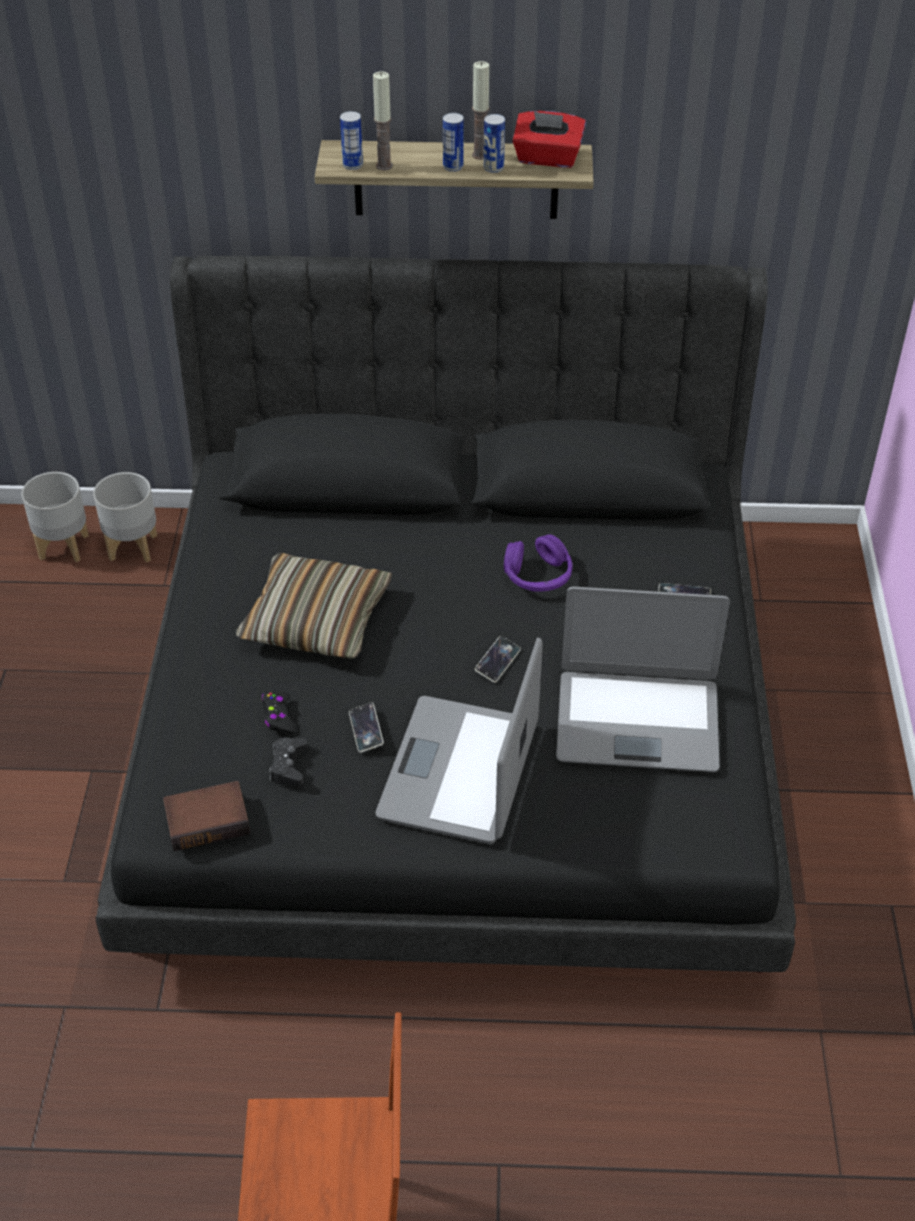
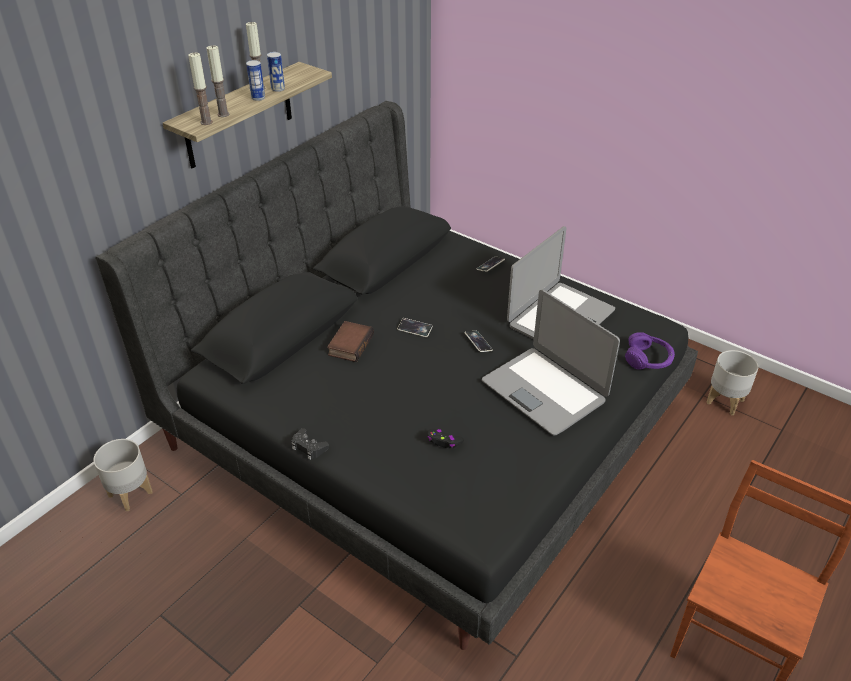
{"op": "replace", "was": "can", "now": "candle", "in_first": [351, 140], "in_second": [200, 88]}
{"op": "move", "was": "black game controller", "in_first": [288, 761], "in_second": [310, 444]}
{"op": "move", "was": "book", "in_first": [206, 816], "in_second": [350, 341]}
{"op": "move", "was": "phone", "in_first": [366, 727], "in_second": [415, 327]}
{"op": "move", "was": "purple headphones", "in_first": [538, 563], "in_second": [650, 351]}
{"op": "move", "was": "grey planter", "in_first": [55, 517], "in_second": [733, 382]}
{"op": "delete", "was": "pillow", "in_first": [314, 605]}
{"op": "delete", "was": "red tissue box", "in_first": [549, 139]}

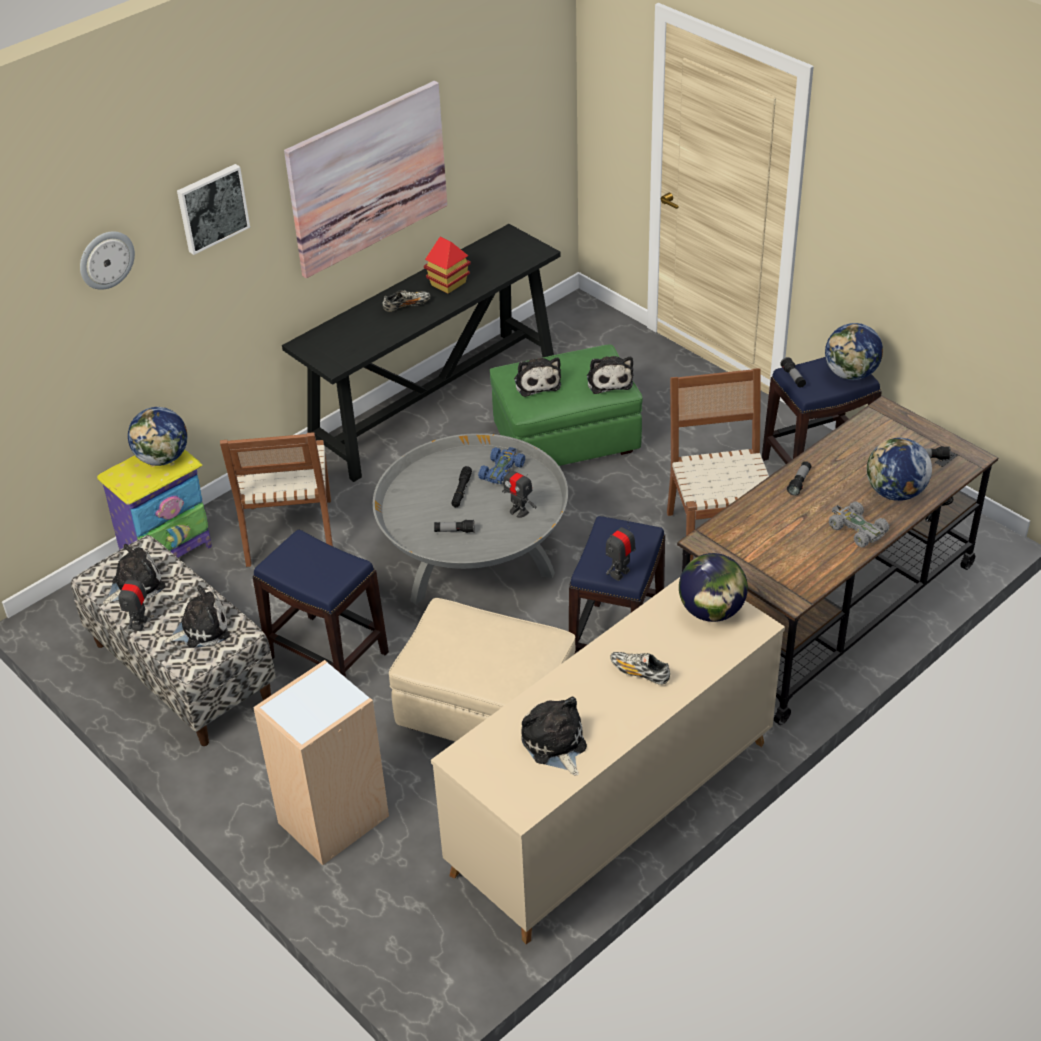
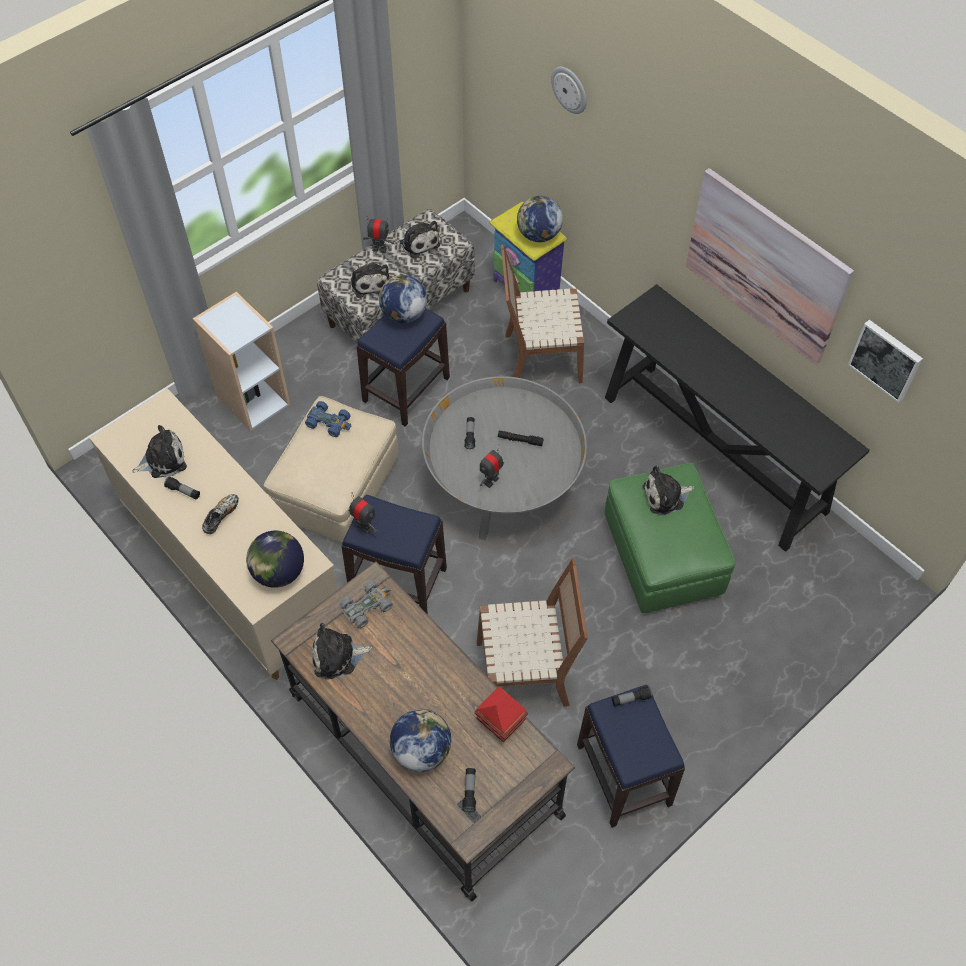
{"op": "move", "was": "flashlight", "in_first": [799, 478], "in_second": [182, 488]}
{"op": "move", "was": "blue toy car", "in_first": [501, 465], "in_second": [328, 419]}
{"op": "move", "was": "plush toy", "in_first": [610, 375], "in_second": [342, 651]}
{"op": "move", "was": "grey toy car", "in_first": [859, 525], "in_second": [366, 604]}
{"op": "move", "was": "globe", "in_first": [854, 351], "in_second": [402, 299]}
{"op": "move", "was": "toy house", "in_first": [447, 265], "in_second": [501, 714]}
{"op": "move", "was": "picture", "in_first": [213, 209], "in_second": [885, 361]}
{"op": "delete", "was": "shoe", "in_first": [406, 301]}

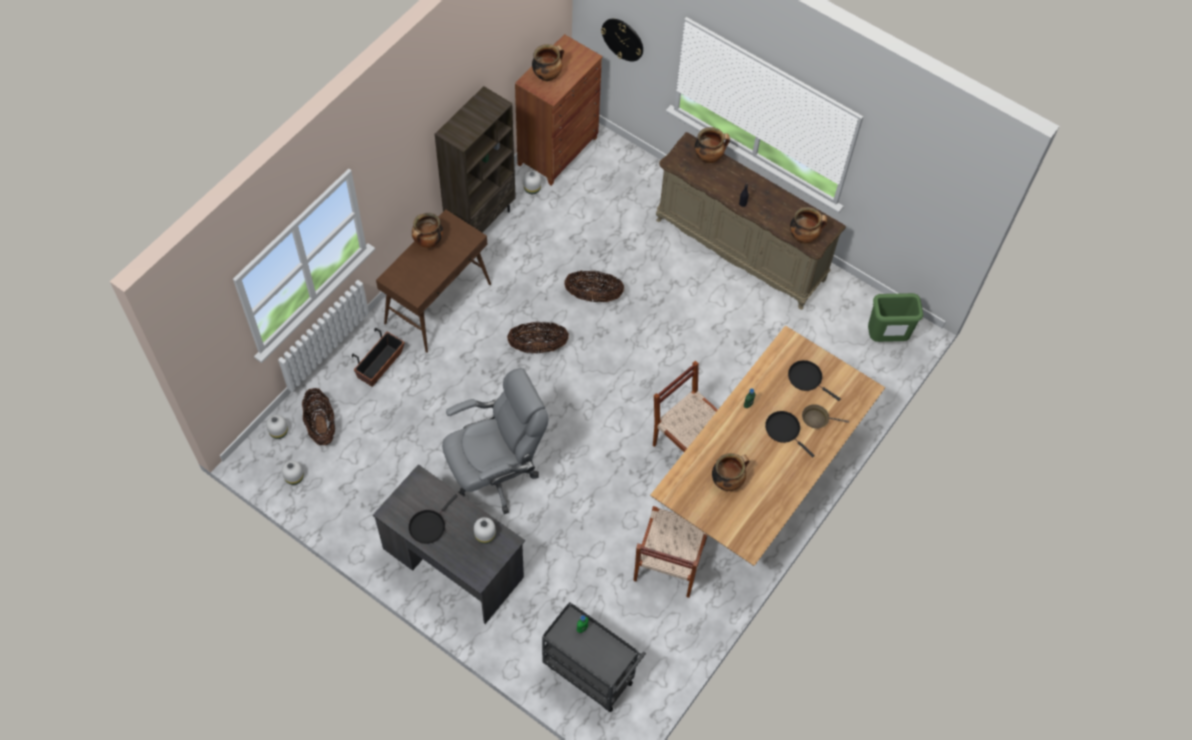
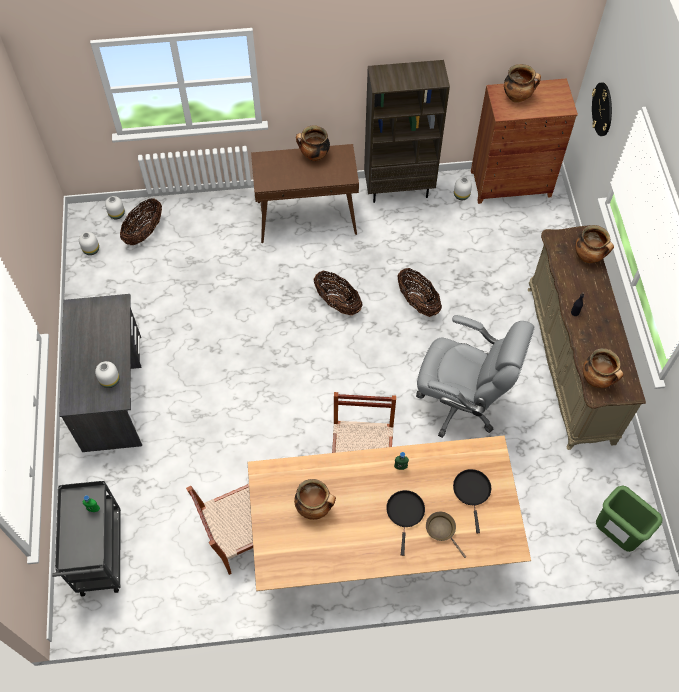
{"op": "move", "was": "grey office chair", "in_first": [495, 441], "in_second": [475, 376]}
{"op": "delete", "was": "planter", "in_first": [378, 357]}
{"op": "delete", "was": "black frying pan", "in_first": [433, 519]}

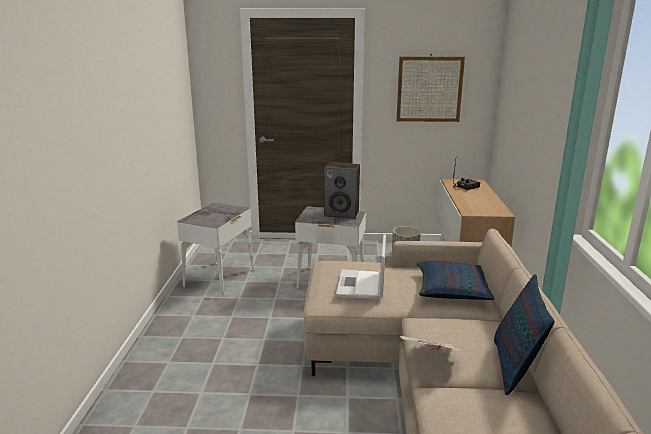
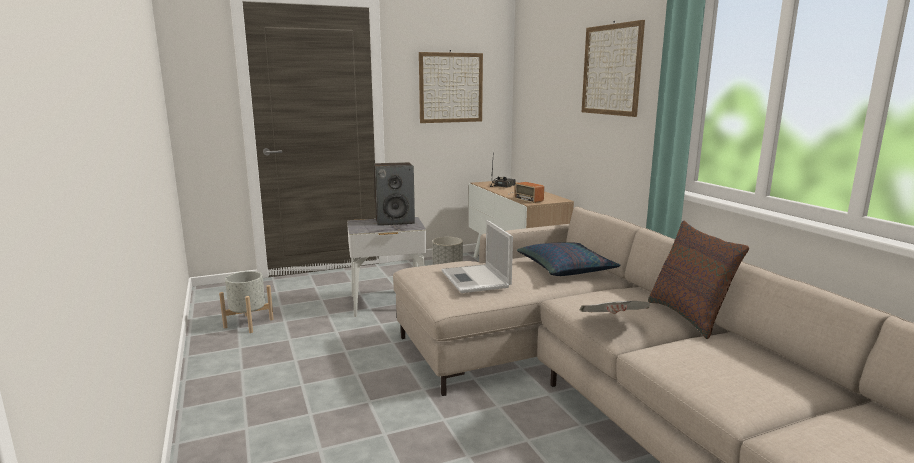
{"op": "replace", "was": "side table", "now": "grey planter", "in_first": [215, 249], "in_second": [246, 302]}
{"op": "insert", "now": "radio", "in_second": [526, 192]}
{"op": "insert", "now": "picture", "in_second": [613, 68]}
{"op": "recolor", "was": "blue pillow", "now": "brown pillow", "in_first": [524, 334], "in_second": [698, 280]}

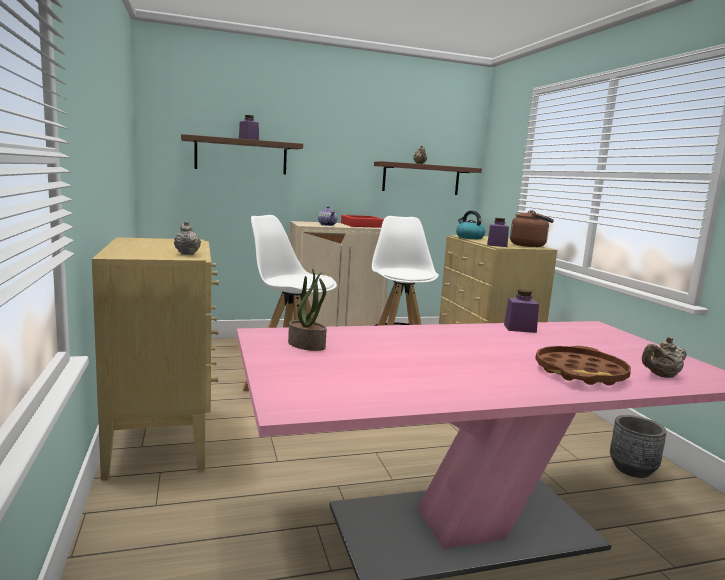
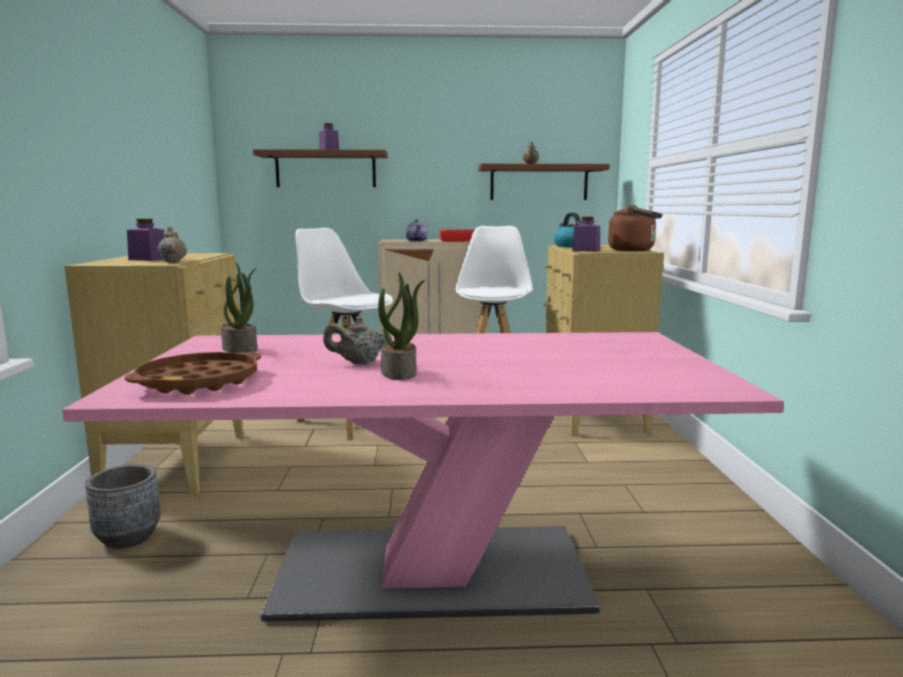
{"op": "move", "was": "grey planter", "in_first": [638, 446], "in_second": [123, 506]}
{"op": "move", "was": "brown tray", "in_first": [583, 365], "in_second": [193, 373]}
{"op": "move", "was": "purple jar", "in_first": [521, 311], "in_second": [145, 240]}
{"op": "move", "was": "beige teapot", "in_first": [664, 357], "in_second": [357, 340]}
{"op": "insert", "now": "potted plant", "in_second": [401, 326]}

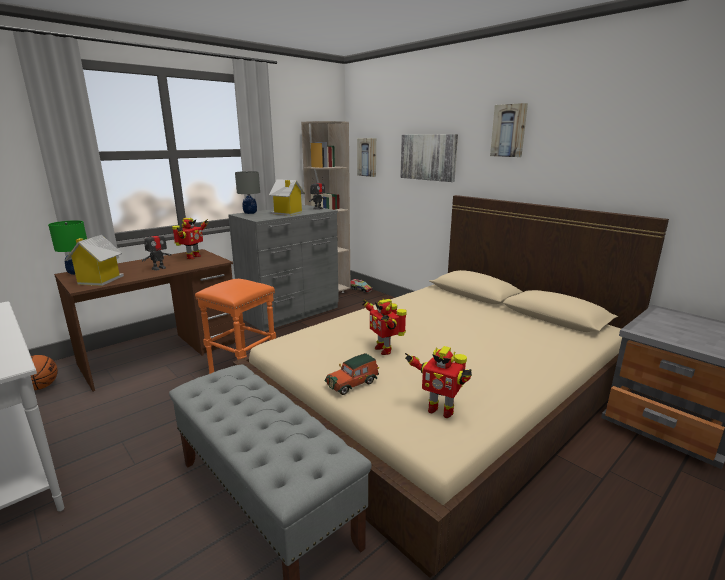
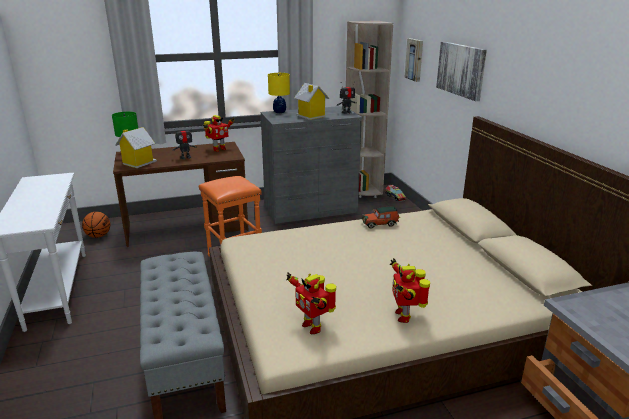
{"op": "recolor", "was": "grey table lamp", "now": "yellow table lamp", "in_first": [247, 192], "in_second": [279, 93]}
{"op": "move", "was": "toy car", "in_first": [352, 374], "in_second": [381, 217]}
{"op": "move", "was": "toy robot", "in_first": [385, 327], "in_second": [409, 290]}
{"op": "delete", "was": "picture", "in_first": [509, 130]}

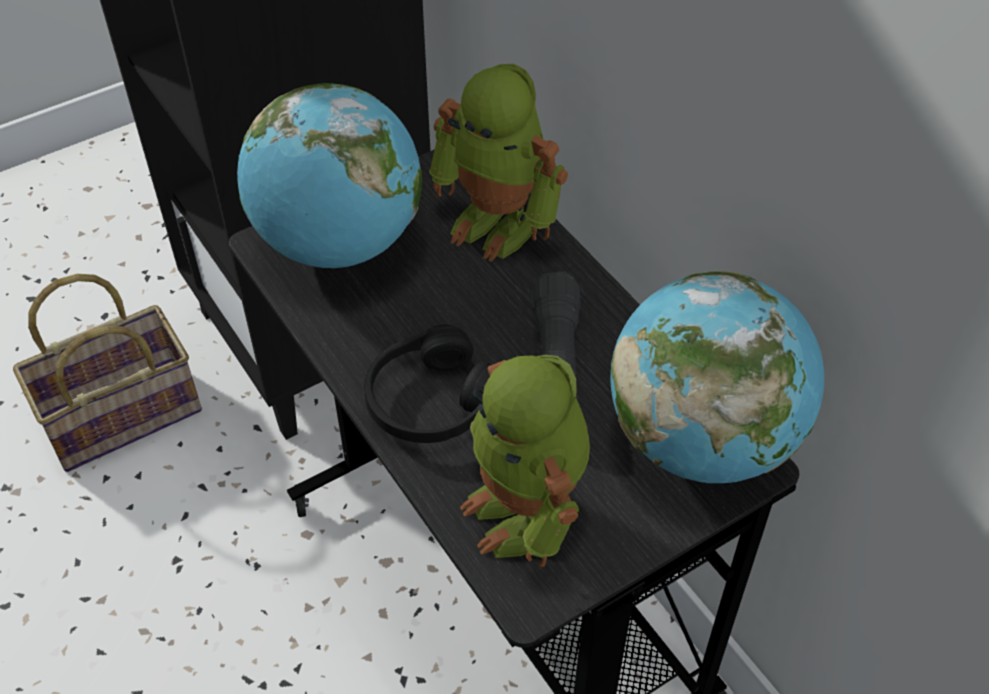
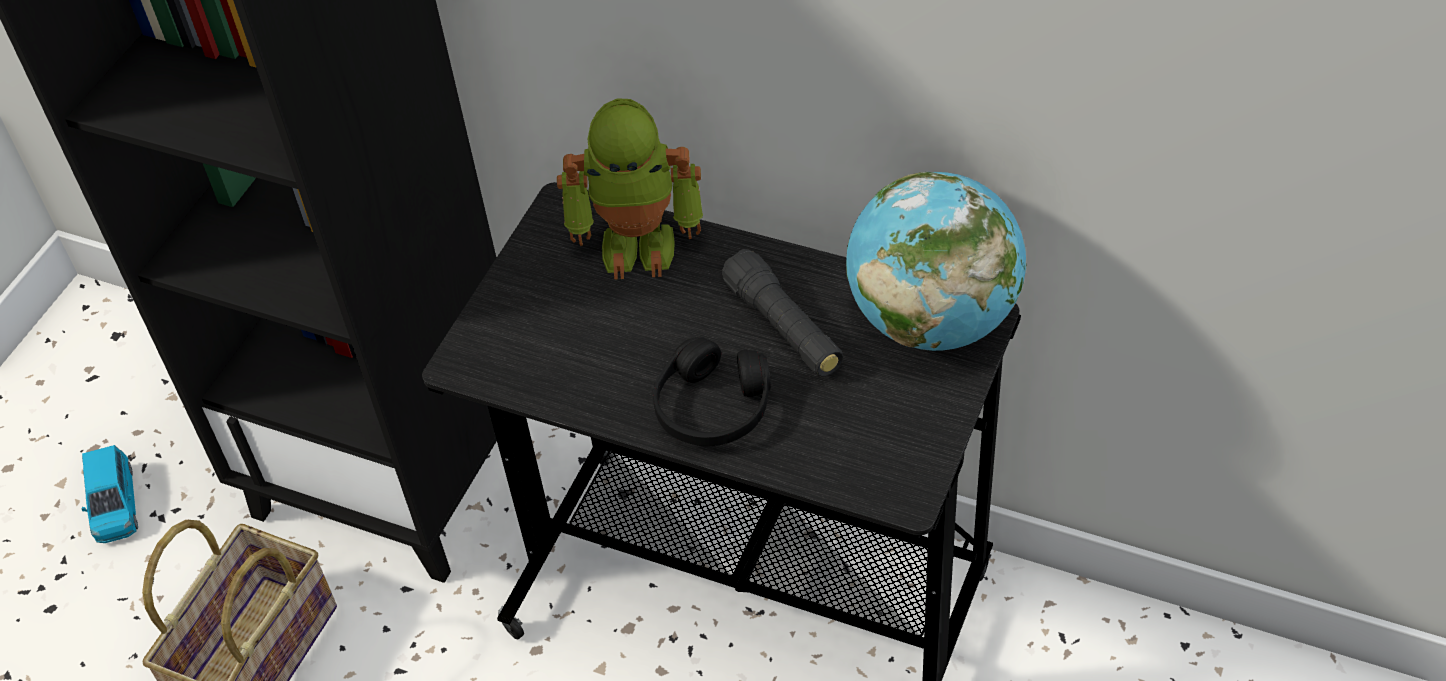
{"op": "insert", "now": "blue toy car", "in_second": [109, 494]}
{"op": "delete", "was": "globe", "in_first": [329, 175]}
{"op": "delete", "was": "toy robot", "in_first": [525, 461]}

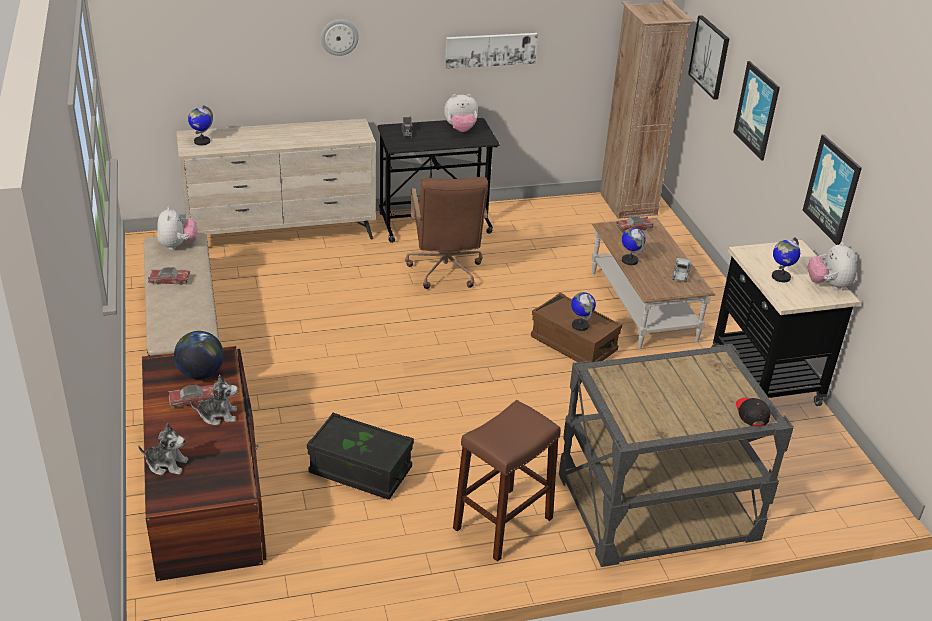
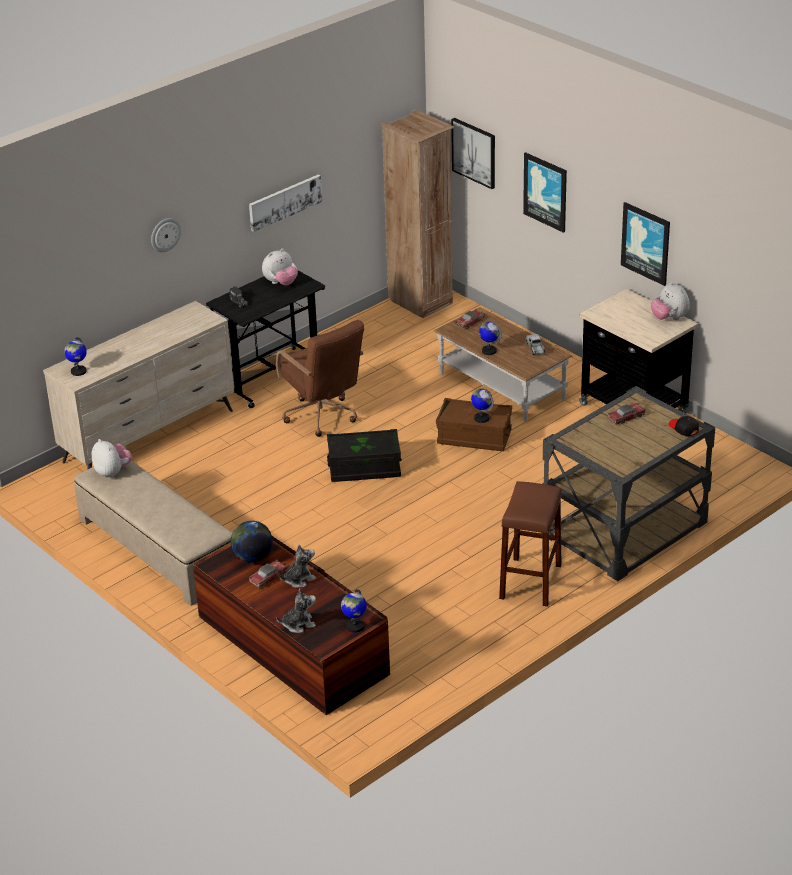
{"op": "move", "was": "black storage box", "in_first": [360, 456], "in_second": [364, 455]}
{"op": "move", "was": "globe", "in_first": [786, 259], "in_second": [354, 611]}
{"op": "move", "was": "toy car", "in_first": [169, 276], "in_second": [626, 414]}

